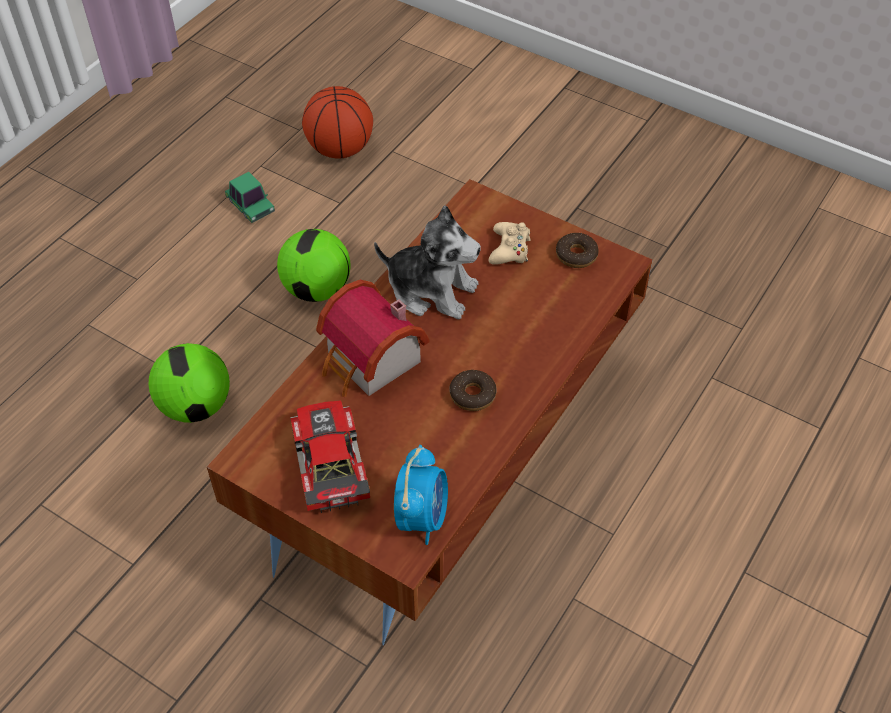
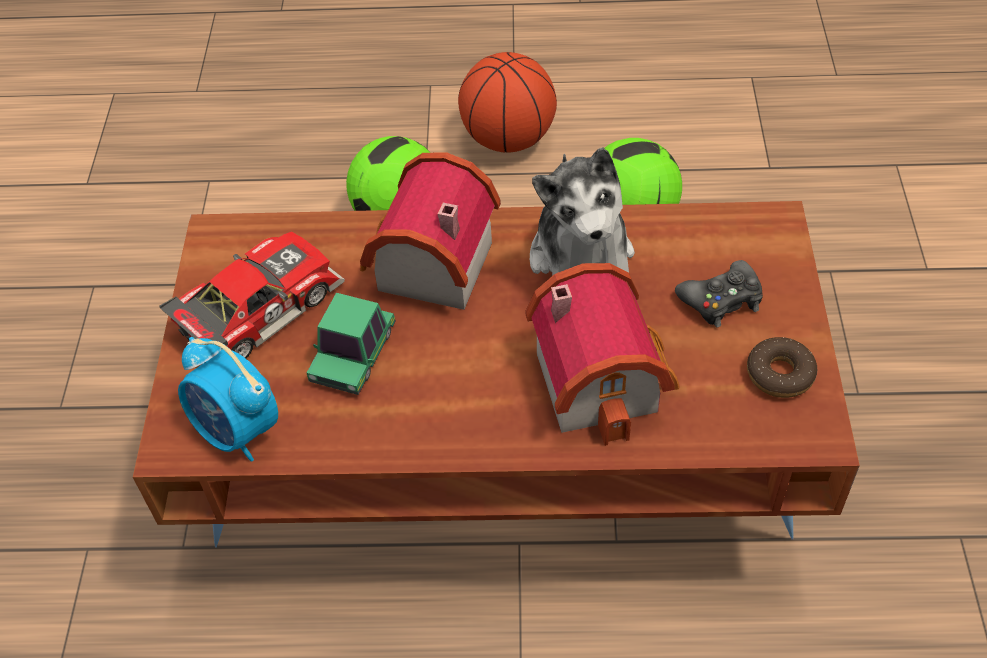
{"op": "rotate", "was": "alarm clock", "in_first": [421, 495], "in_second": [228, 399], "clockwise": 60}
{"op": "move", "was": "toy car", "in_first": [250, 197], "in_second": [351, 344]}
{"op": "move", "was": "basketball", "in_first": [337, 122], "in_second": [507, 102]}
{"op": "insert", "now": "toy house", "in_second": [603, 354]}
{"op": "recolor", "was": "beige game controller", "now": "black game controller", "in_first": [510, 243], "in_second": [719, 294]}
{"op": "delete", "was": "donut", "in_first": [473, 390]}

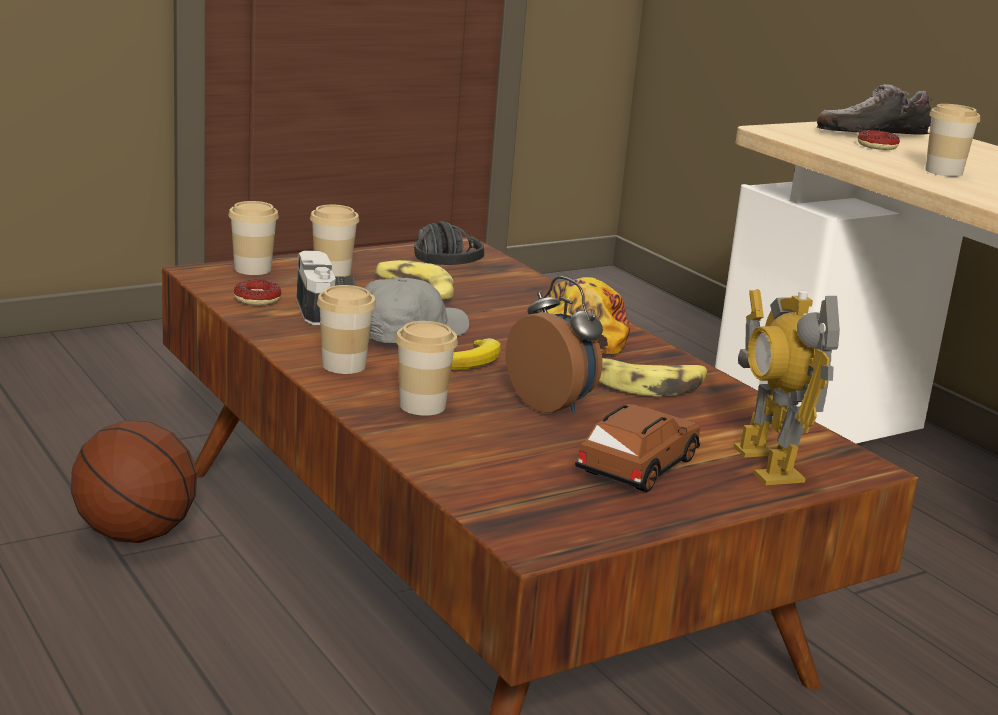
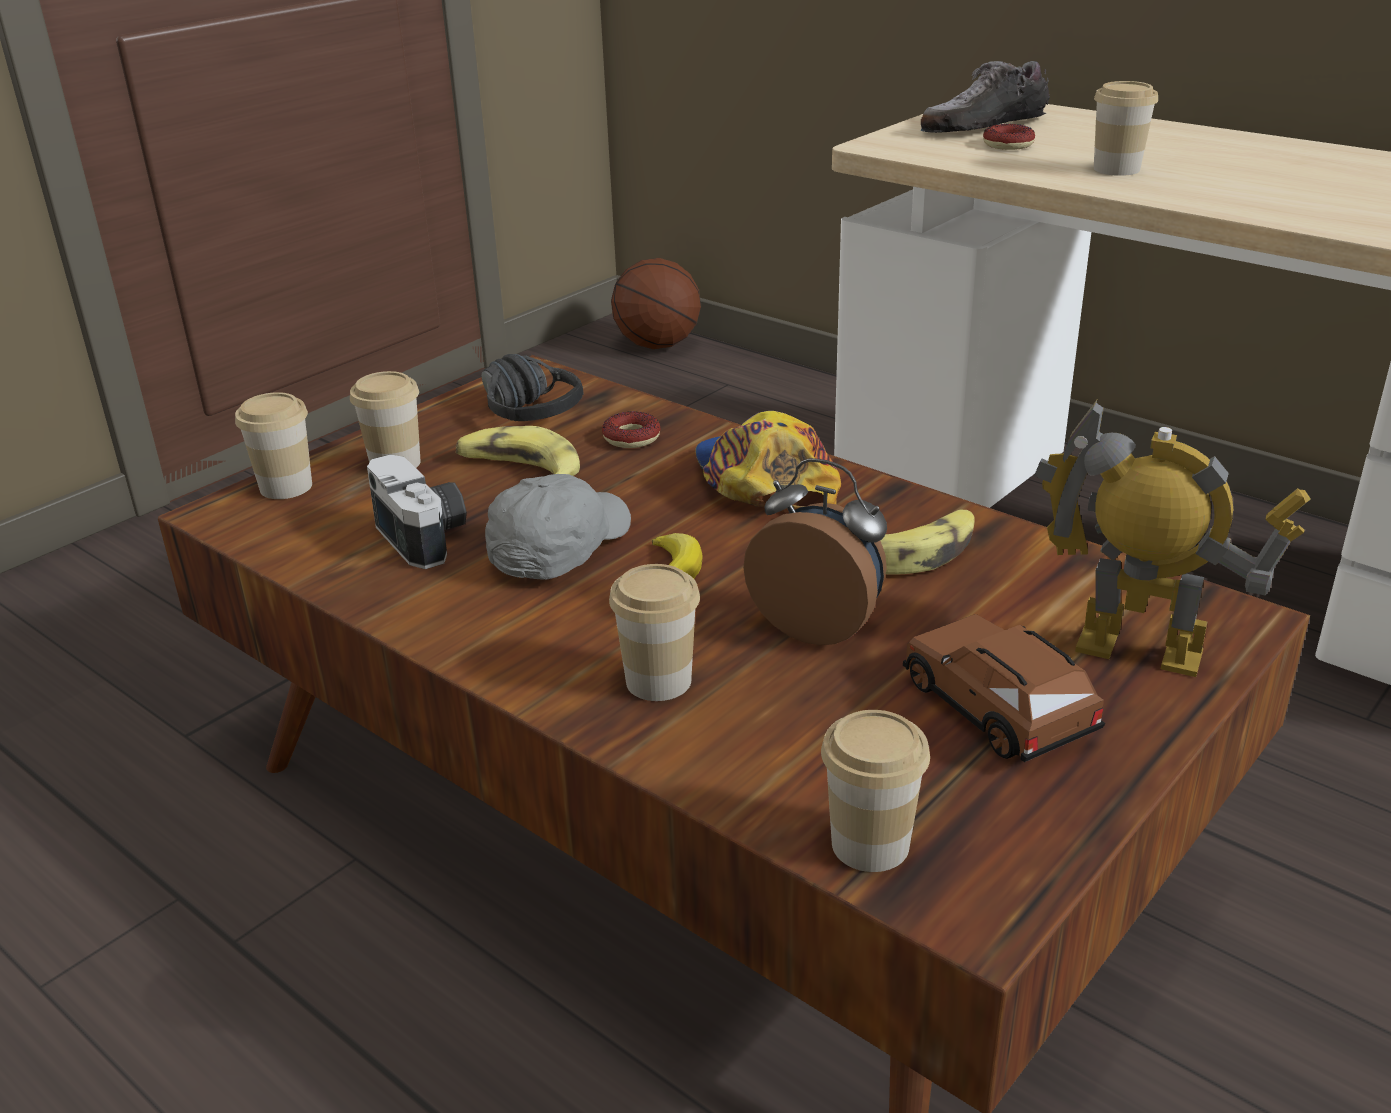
{"op": "move", "was": "donut", "in_first": [257, 292], "in_second": [631, 429]}
{"op": "move", "was": "basketball", "in_first": [134, 481], "in_second": [656, 303]}
{"op": "move", "was": "cup", "in_first": [346, 329], "in_second": [875, 791]}
{"op": "rotate", "was": "brown toy car", "in_first": [637, 448], "in_second": [1004, 688], "clockwise": -45}
{"op": "rotate", "was": "toy robot", "in_first": [787, 387], "in_second": [1172, 537], "clockwise": 150}

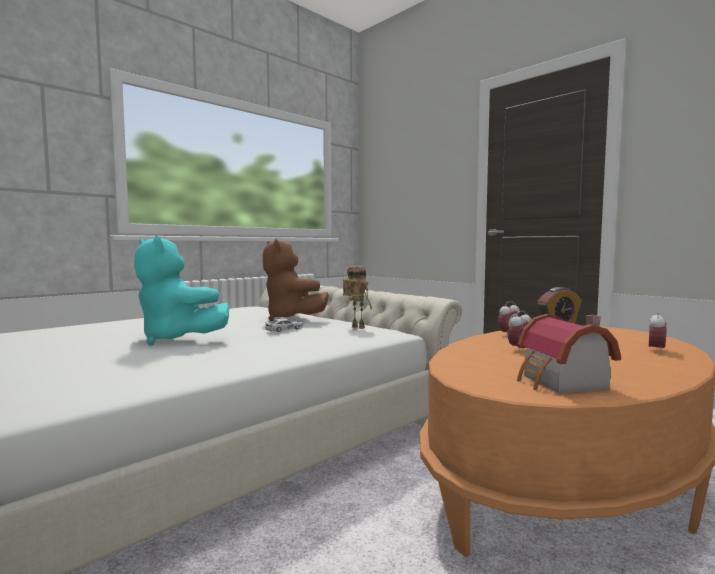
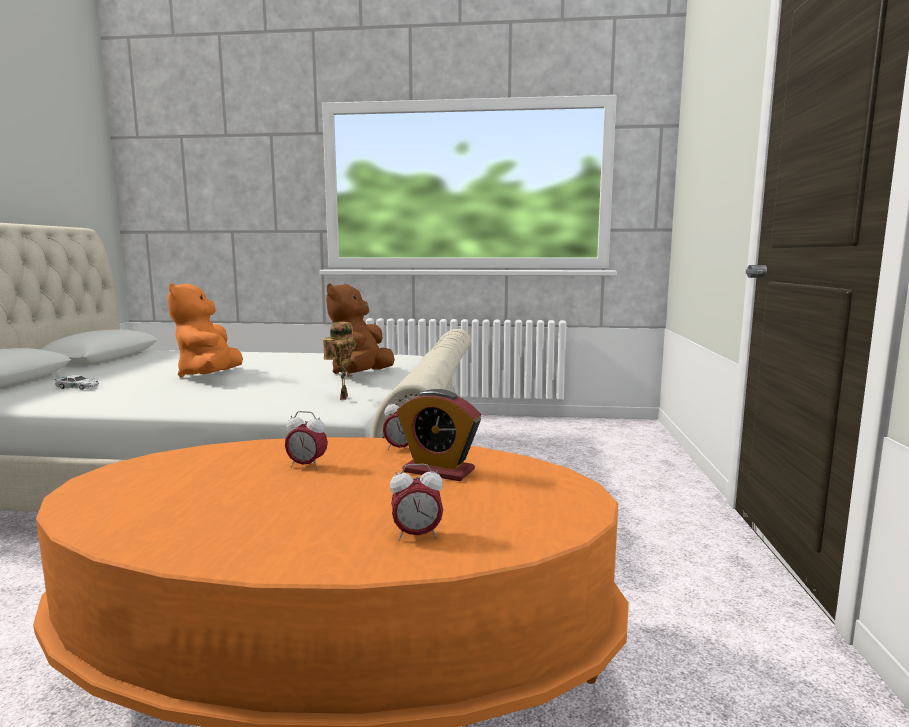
{"op": "move", "was": "toy car", "in_first": [283, 325], "in_second": [76, 382]}
{"op": "recolor", "was": "turquoise plush toy", "now": "orange plush toy", "in_first": [181, 291], "in_second": [205, 330]}
{"op": "delete", "was": "toy house", "in_first": [569, 353]}

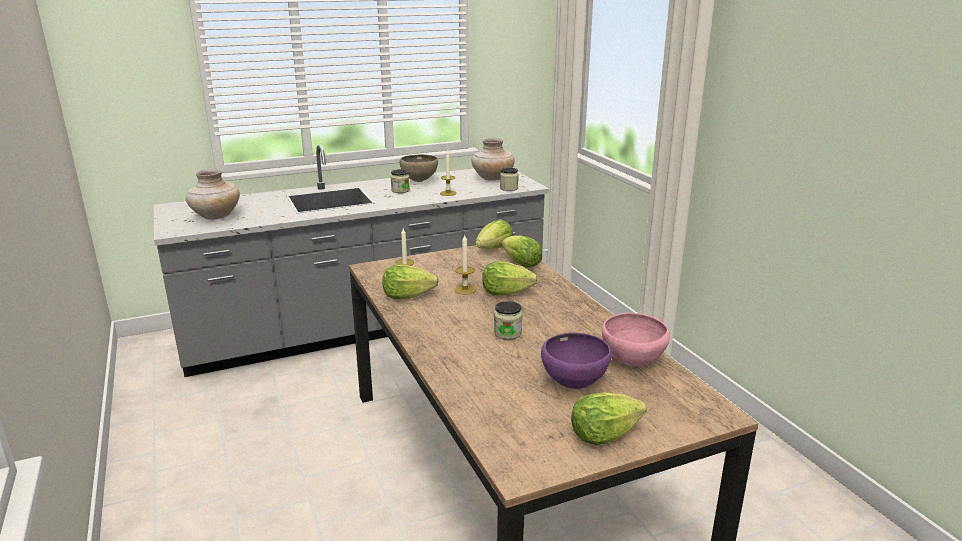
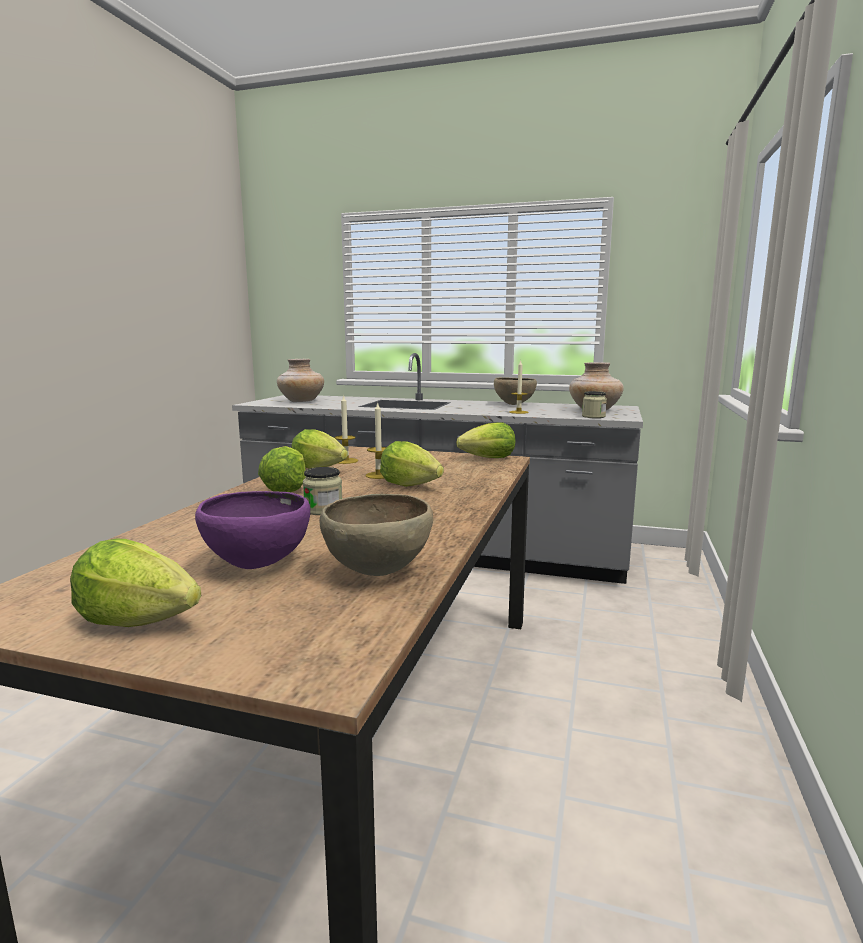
{"op": "move", "was": "lettuce", "in_first": [522, 252], "in_second": [282, 469]}
{"op": "recolor", "was": "pink bowl", "now": "brown bowl", "in_first": [636, 339], "in_second": [376, 535]}
{"op": "delete", "was": "jar", "in_first": [400, 181]}

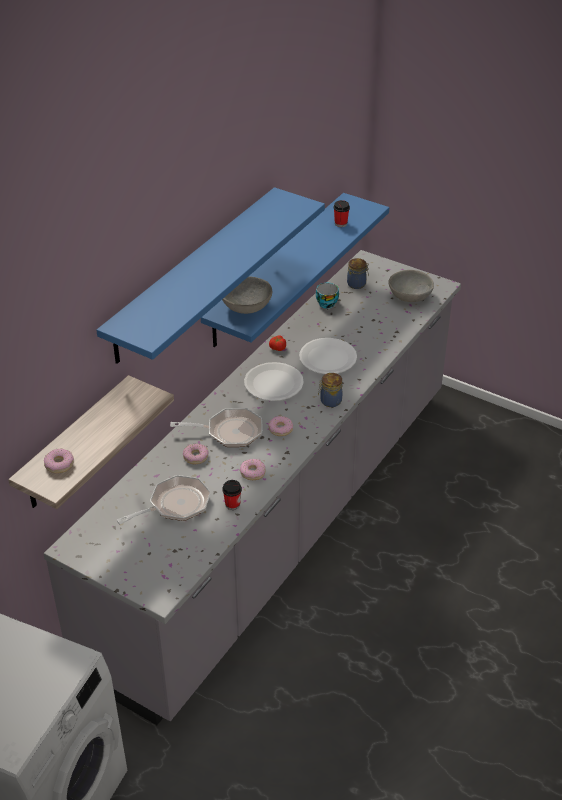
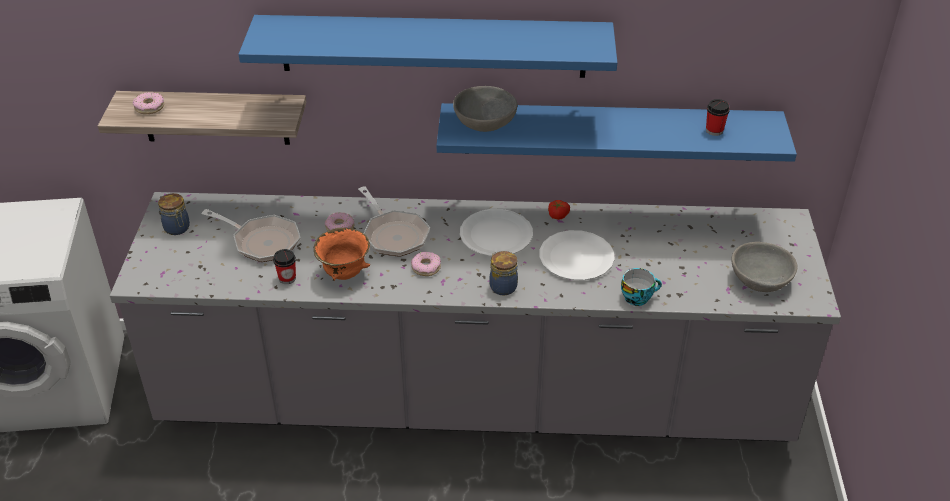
{"op": "move", "was": "jar", "in_first": [358, 273], "in_second": [174, 214]}
{"op": "replace", "was": "donut", "now": "orange bowl", "in_first": [253, 469], "in_second": [342, 254]}
{"op": "move", "was": "cup", "in_first": [327, 295], "in_second": [641, 287]}

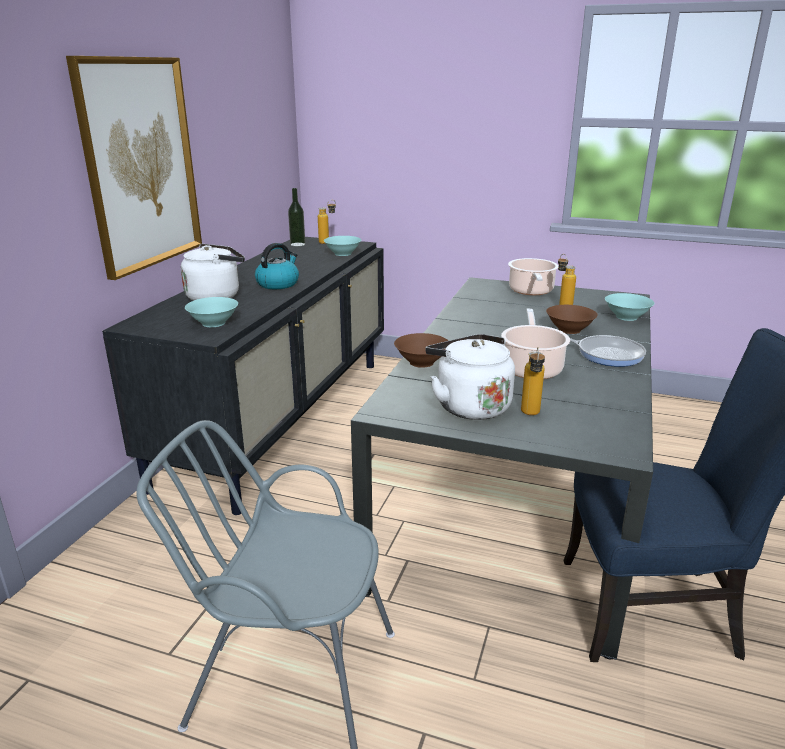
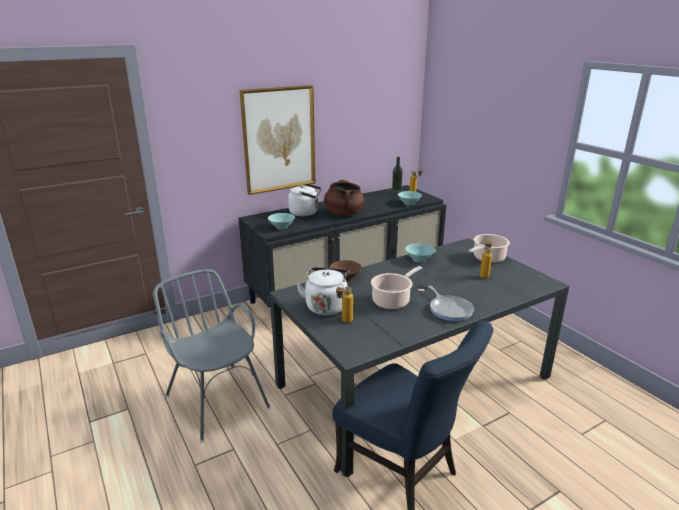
{"op": "replace", "was": "kettle", "now": "brown cooking pot", "in_first": [277, 266], "in_second": [344, 198]}
{"op": "move", "was": "turquoise bowl", "in_first": [630, 307], "in_second": [420, 252]}
{"op": "delete", "was": "brown bowl", "in_first": [572, 319]}

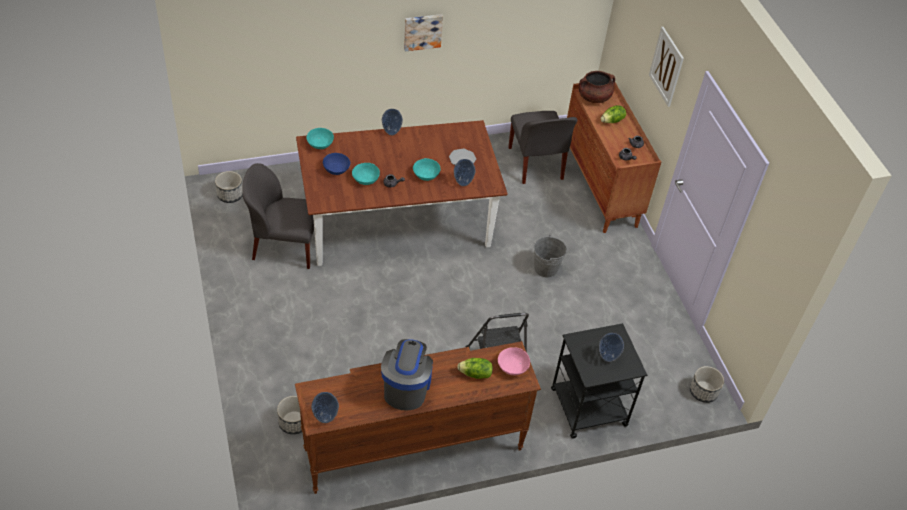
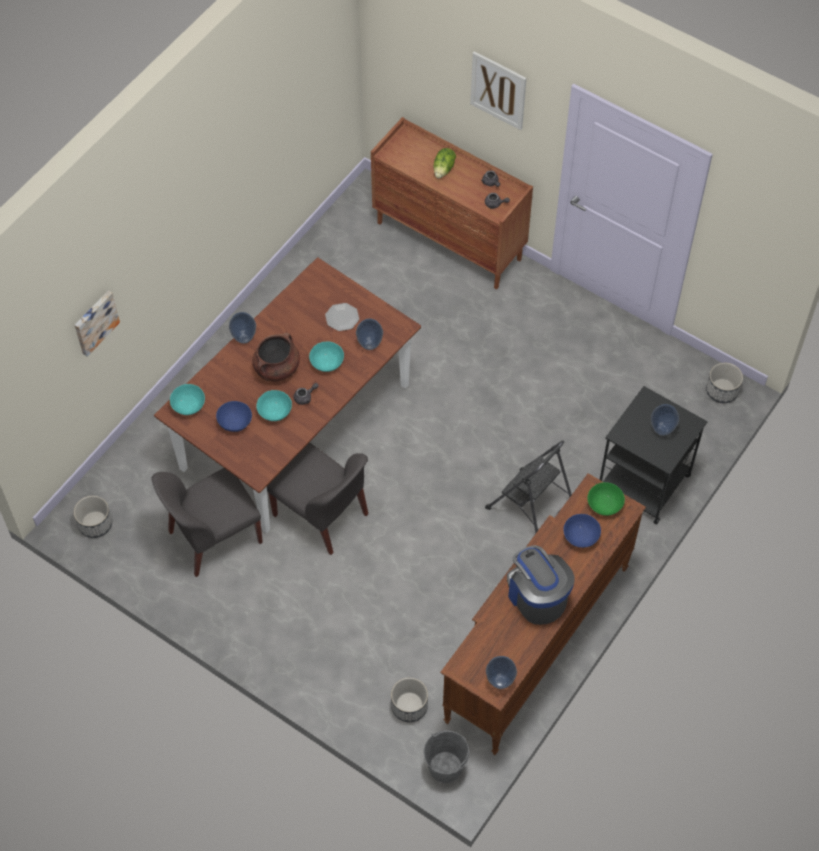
{"op": "move", "was": "picture", "in_first": [423, 32], "in_second": [97, 323]}
{"op": "move", "was": "brown cooking pot", "in_first": [597, 87], "in_second": [276, 357]}
{"op": "move", "was": "grey chair", "in_first": [542, 147], "in_second": [317, 499]}
{"op": "move", "was": "grey bucket", "in_first": [550, 256], "in_second": [446, 757]}
{"op": "replace", "was": "lettuce", "now": "blue bowl", "in_first": [475, 368], "in_second": [582, 531]}
{"op": "recolor", "was": "pink bowl", "now": "green bowl", "in_first": [514, 361], "in_second": [606, 499]}

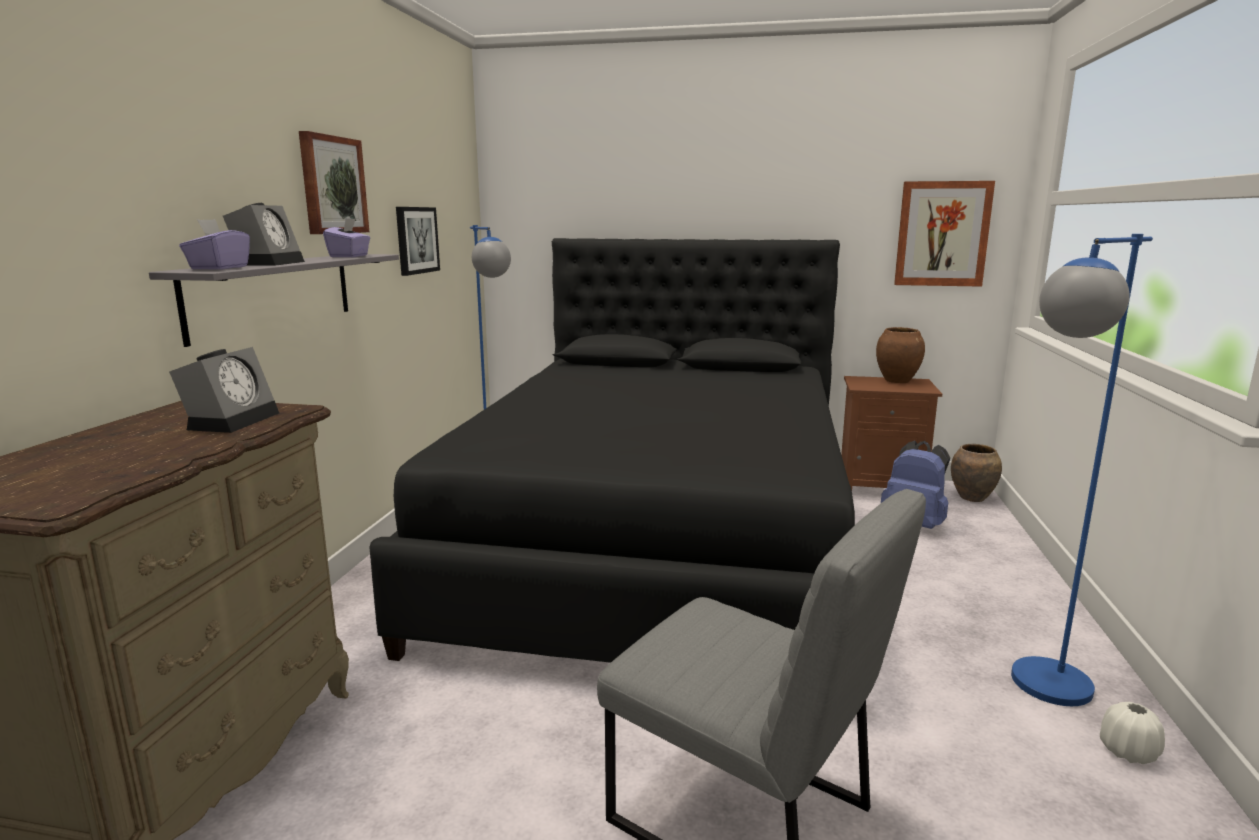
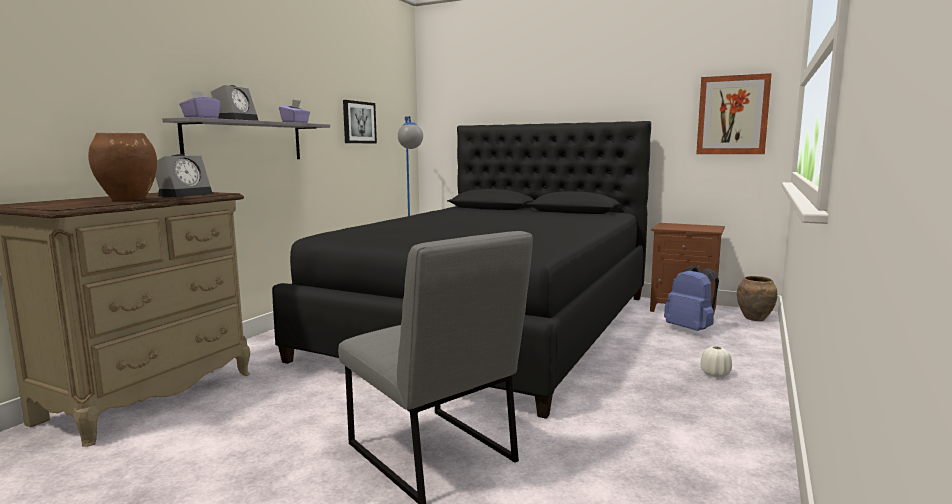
{"op": "move", "was": "brown vase", "in_first": [900, 355], "in_second": [122, 167]}
{"op": "move", "was": "white vase", "in_first": [1132, 733], "in_second": [716, 361]}
{"op": "delete", "was": "picture", "in_first": [334, 182]}
{"op": "delete", "was": "blue floor lamp", "in_first": [1082, 470]}

